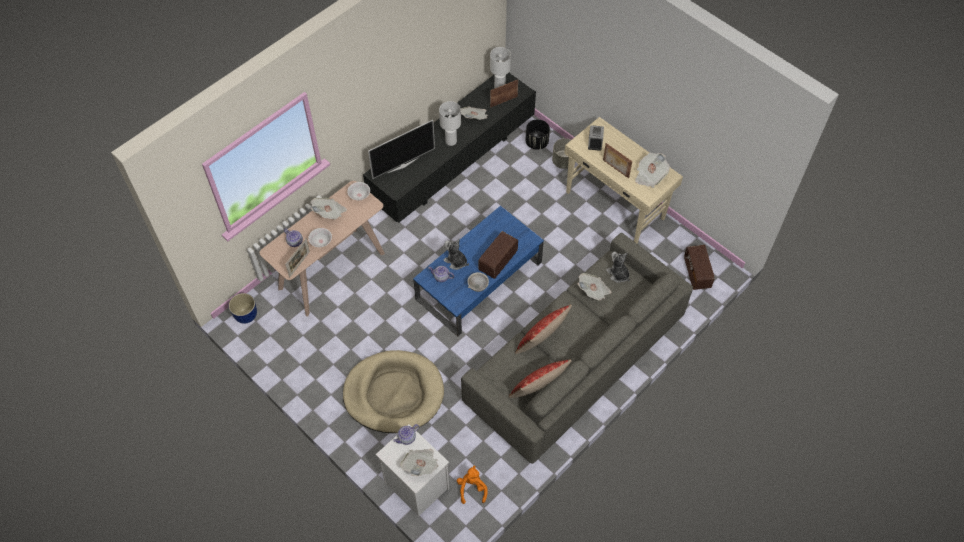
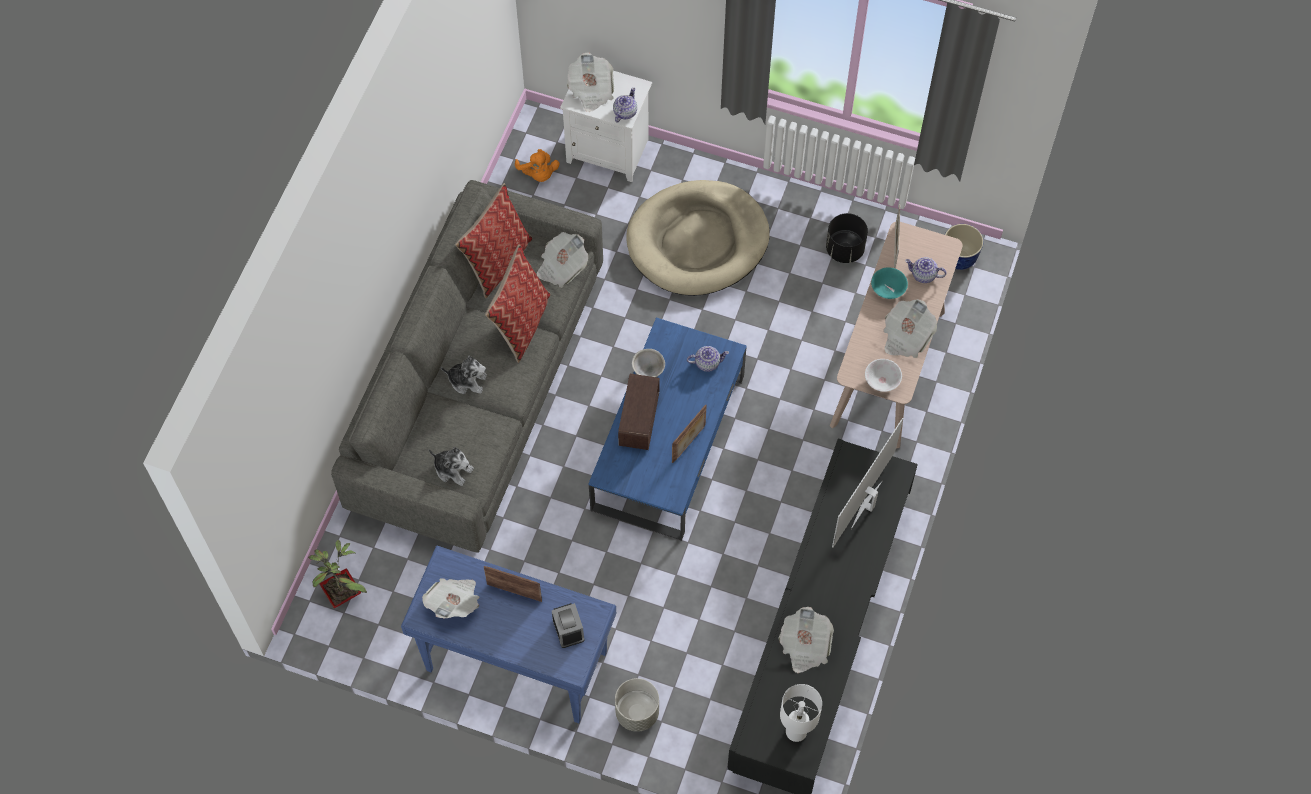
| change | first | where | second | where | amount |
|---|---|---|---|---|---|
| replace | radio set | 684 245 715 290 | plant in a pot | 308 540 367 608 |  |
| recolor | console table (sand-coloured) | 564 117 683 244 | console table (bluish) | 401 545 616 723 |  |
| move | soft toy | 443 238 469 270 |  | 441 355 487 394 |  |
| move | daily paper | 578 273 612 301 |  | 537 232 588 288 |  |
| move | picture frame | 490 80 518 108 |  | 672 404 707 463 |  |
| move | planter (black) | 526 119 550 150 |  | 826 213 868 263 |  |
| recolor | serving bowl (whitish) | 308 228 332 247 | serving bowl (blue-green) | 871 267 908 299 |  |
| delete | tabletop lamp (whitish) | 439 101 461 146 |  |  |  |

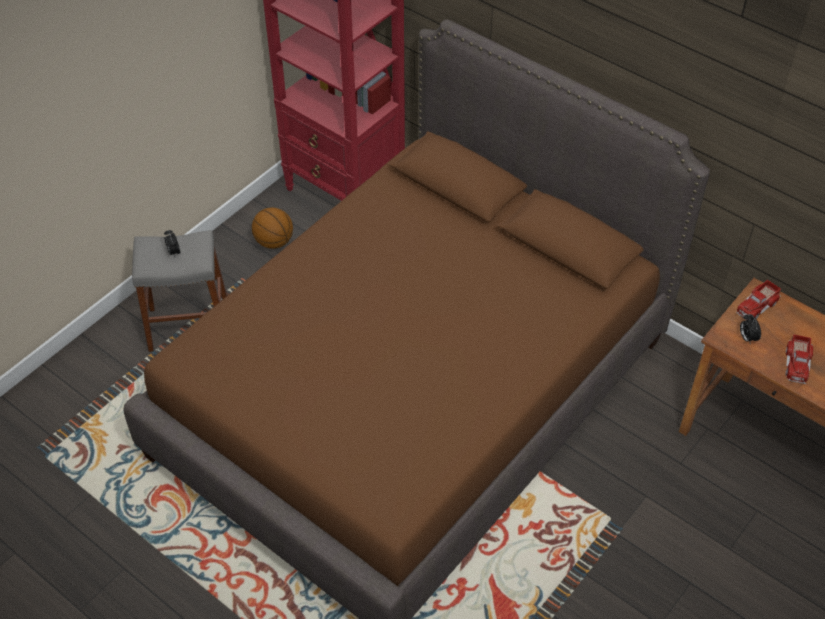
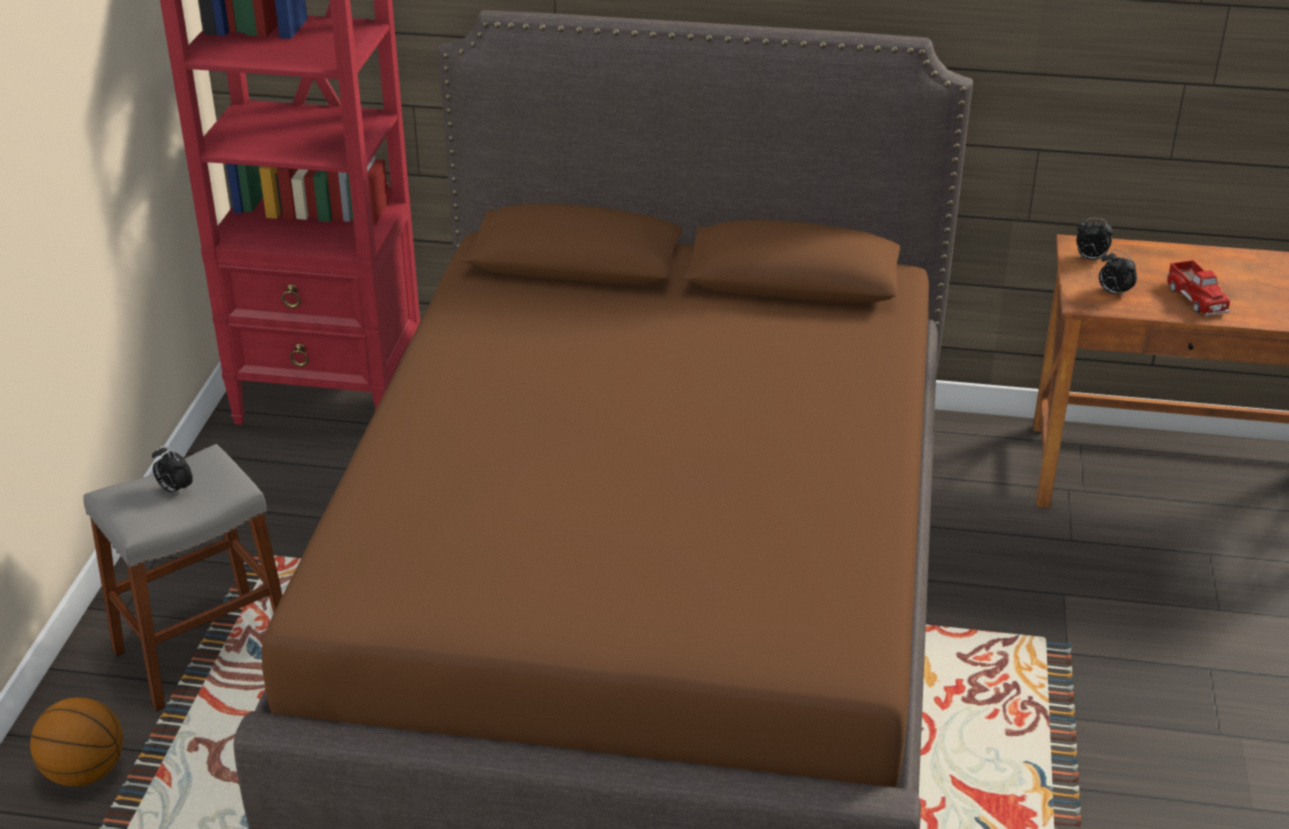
| change | first | where | second | where | amount |
|---|---|---|---|---|---|
| move | basketball ball | 252 207 293 249 |  | 30 697 123 787 |  |
| replace | toy lorry | 736 280 781 320 | alarm clock | 1076 218 1113 260 |  |

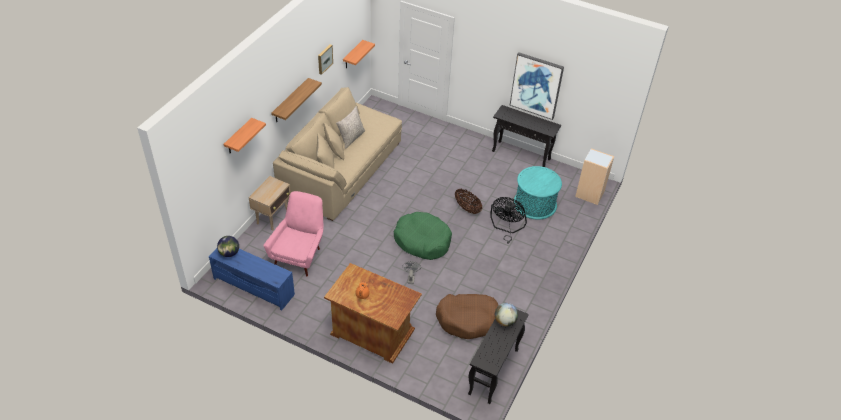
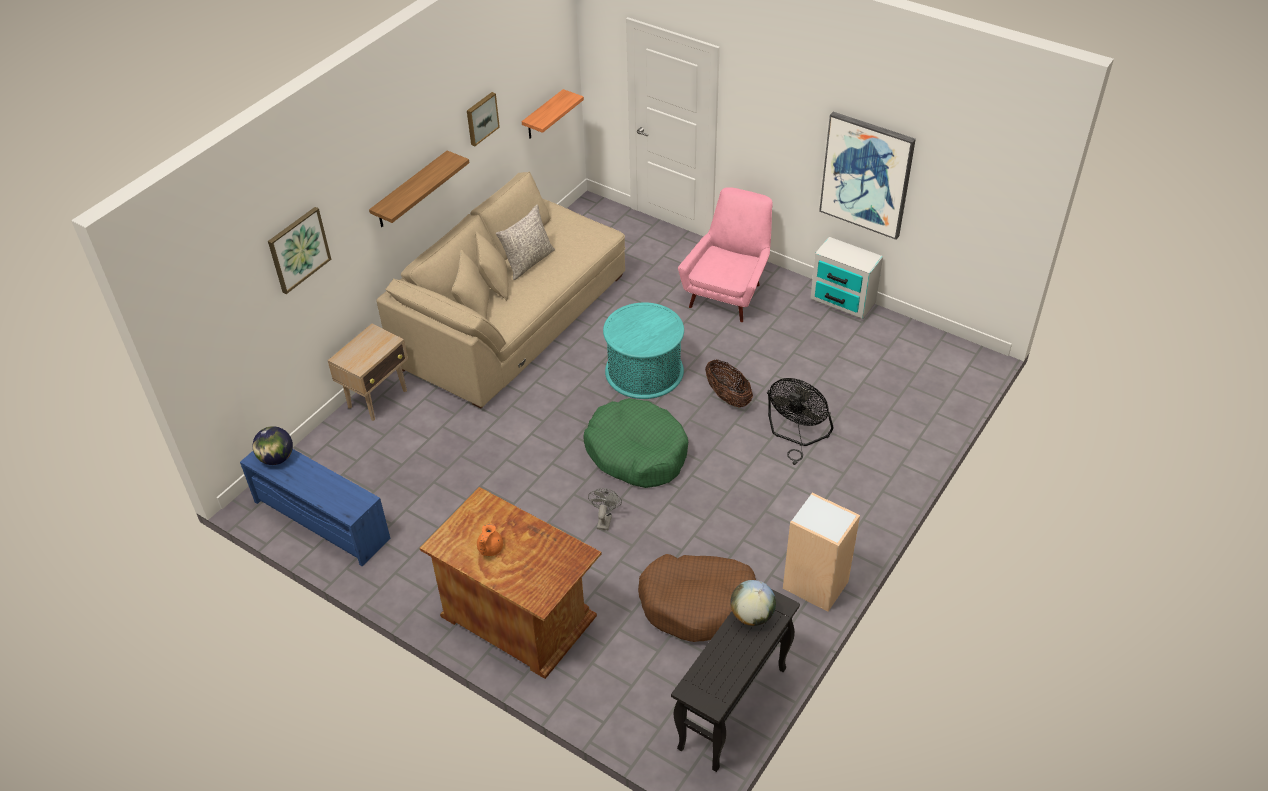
| change | first | where | second | where | amount |
|---|---|---|---|---|---|
| replace | wall shelf | 224 118 266 153 | wall art | 268 207 331 294 |  |
| move | lounge table (blue-green) | 514 166 562 220 |  | 603 302 684 399 |  |
| move | armchair (pinkish) | 263 191 323 276 |  | 678 187 773 322 |  |
| move | shelving unit | 575 148 614 205 |  | 783 493 860 612 |  |
| replace | console table (black) | 492 105 561 167 | night table (whitish) | 810 237 883 319 |  |

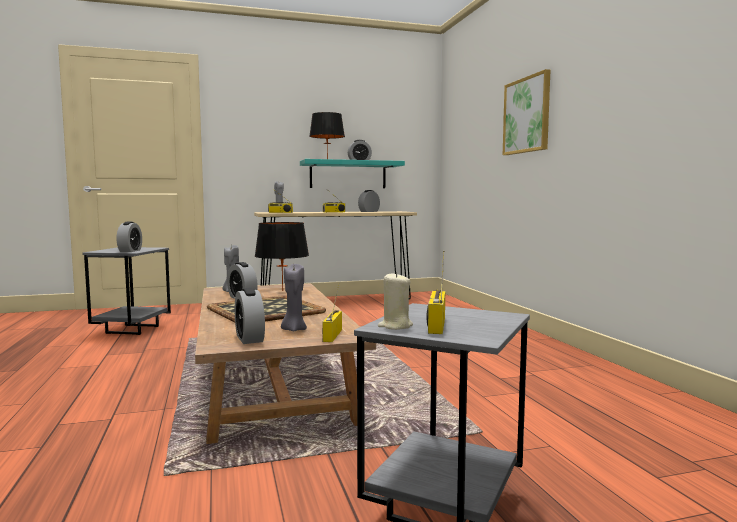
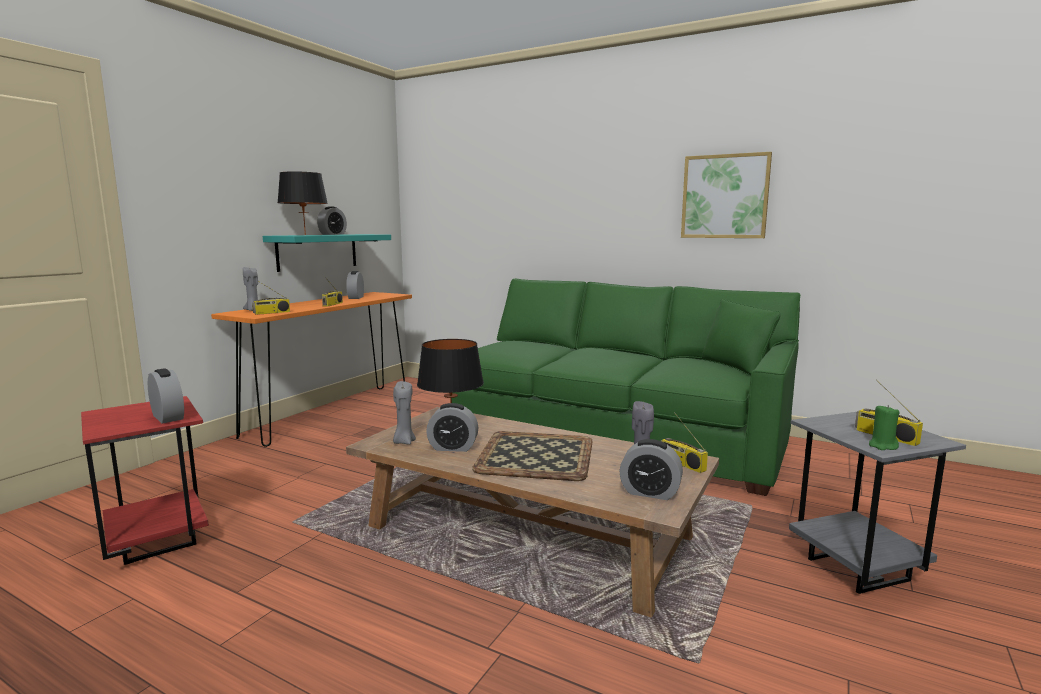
| change | first | where | second | where | amount |
|---|---|---|---|---|---|
| recolor | end table (gray) | 82 247 171 335 | end table (red) | 81 396 209 565 |  |
| recolor | console table (sand-coloured) | 254 211 417 299 | console table (orange-coloured) | 211 292 412 447 |  |
| insert |  |  | sofa (green-coloured) | 452 279 800 496 |  |
| move | wall art | 503 69 550 155 |  | 681 152 772 238 |  |
| recolor | wax light (sand-coloured) | 378 272 413 330 | wax light (green-coloured) | 869 405 900 450 |  |

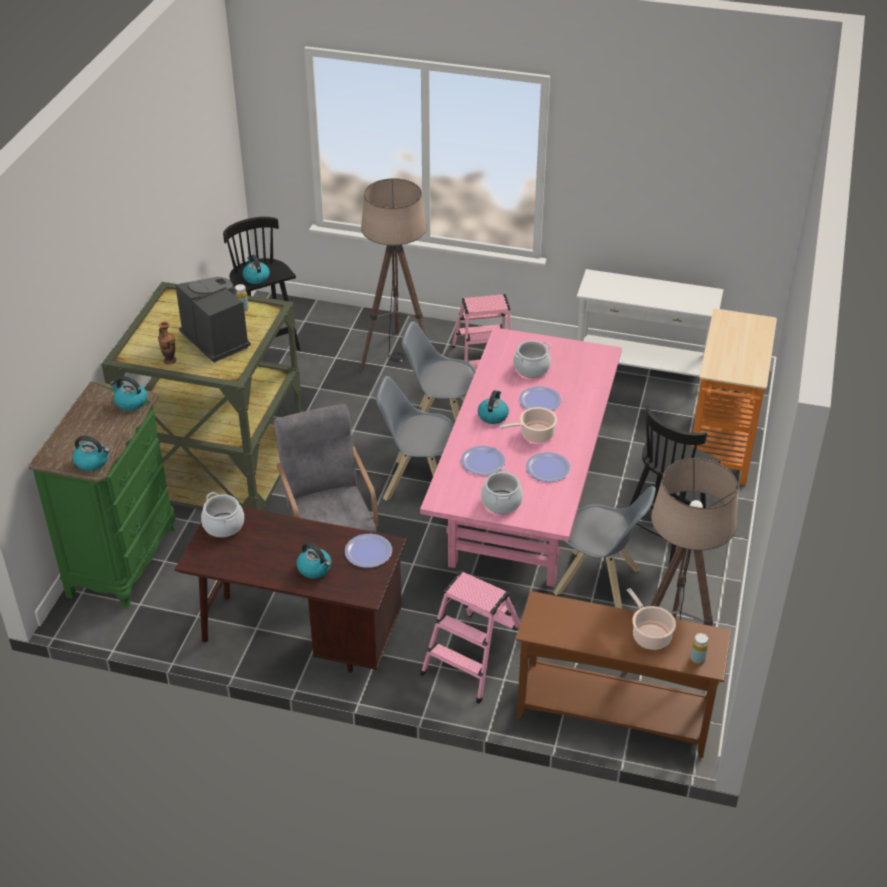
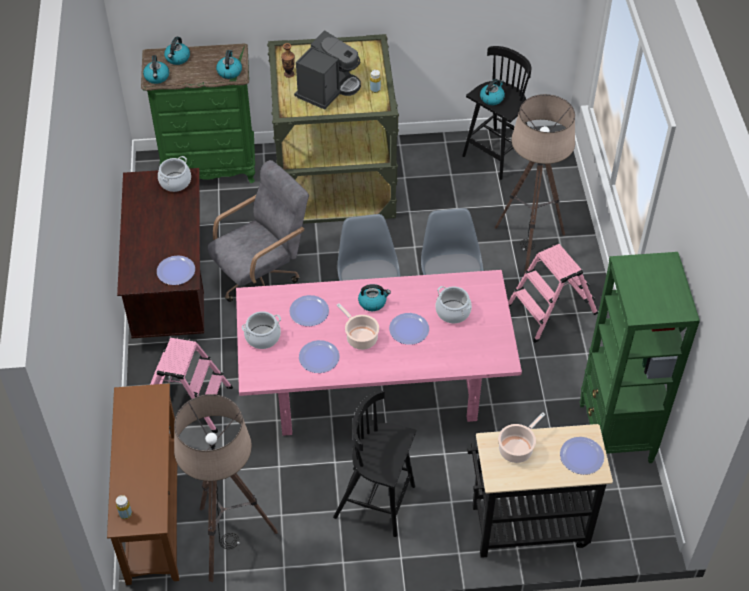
| change | first | where | second | where | amount |
|---|---|---|---|---|---|
| move | tea kettle | 296 542 332 579 |  | 164 37 190 65 |  |
| recolor | cart (orange-coloured) | 691 308 777 485 | cart (black) | 467 424 613 558 |  |
| move | stockpot | 627 588 676 650 |  | 498 412 545 463 |  |
| insert |  |  | flat dish | 560 437 604 475 |  |
| replace | console table (whitish) | 576 269 724 390 | shelving unit (green-coloured) | 579 252 700 463 |  |
| delete | plain chair (gray) | 553 486 656 609 |  |  |  |

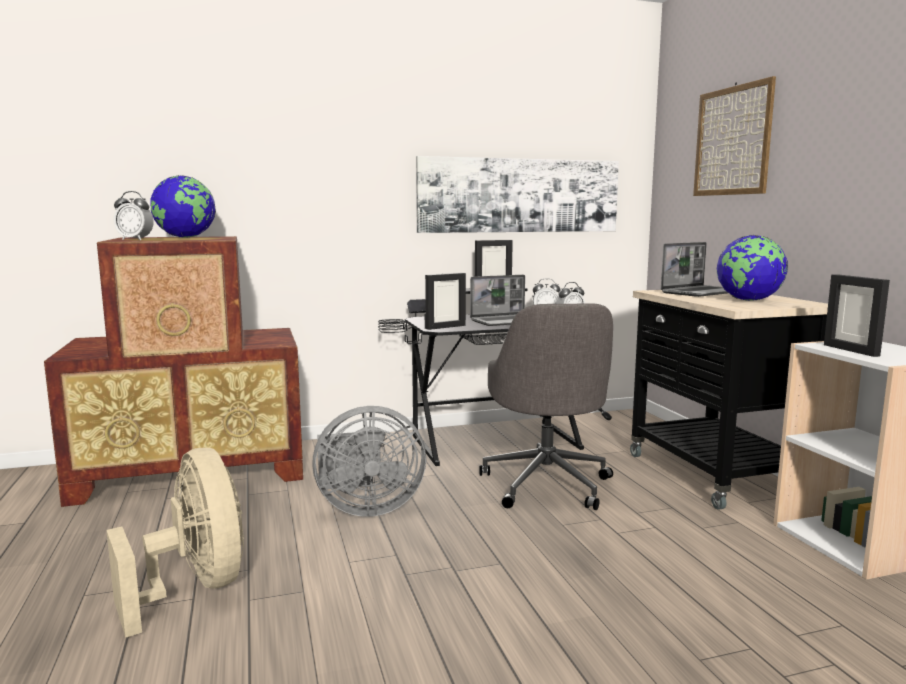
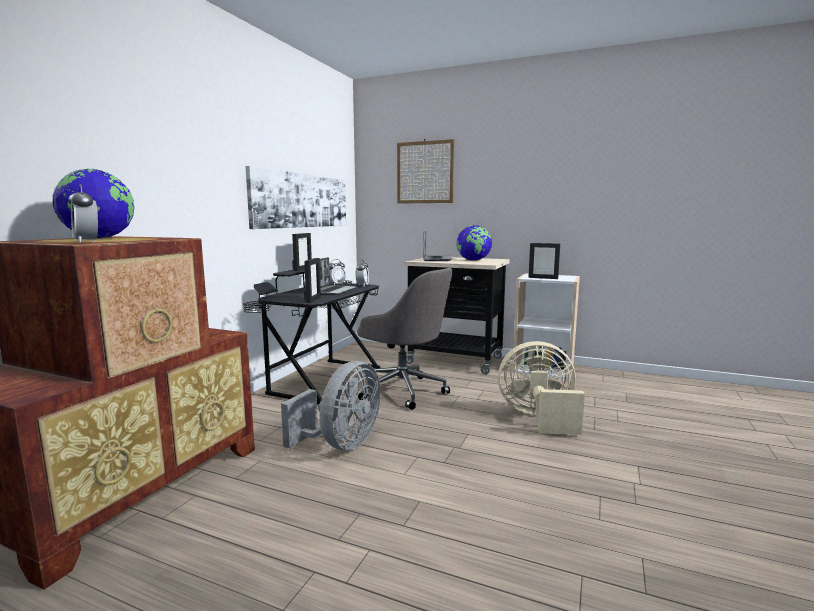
| change | first | where | second | where | amount |
|---|---|---|---|---|---|
| rotate | alarm clock | 114 191 154 240 |  | 69 184 98 243 | 90 degrees clockwise |
| move | fan (sand-coloured) | 106 448 244 638 |  | 498 341 585 435 |  |

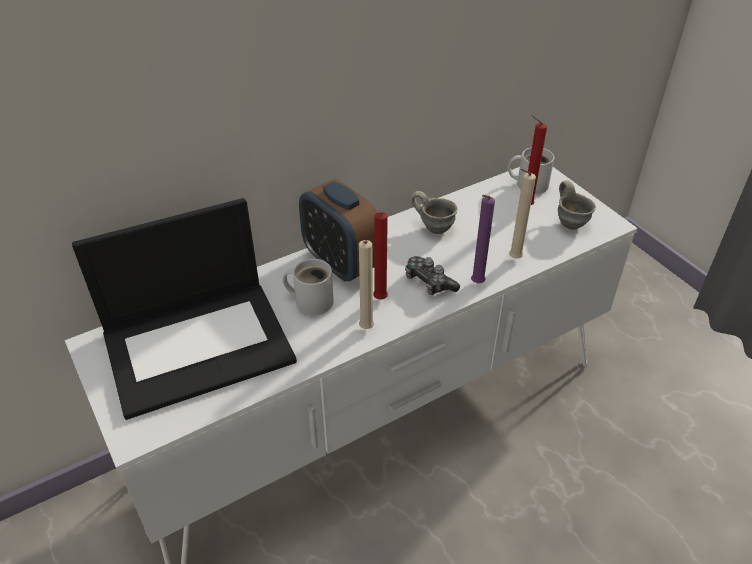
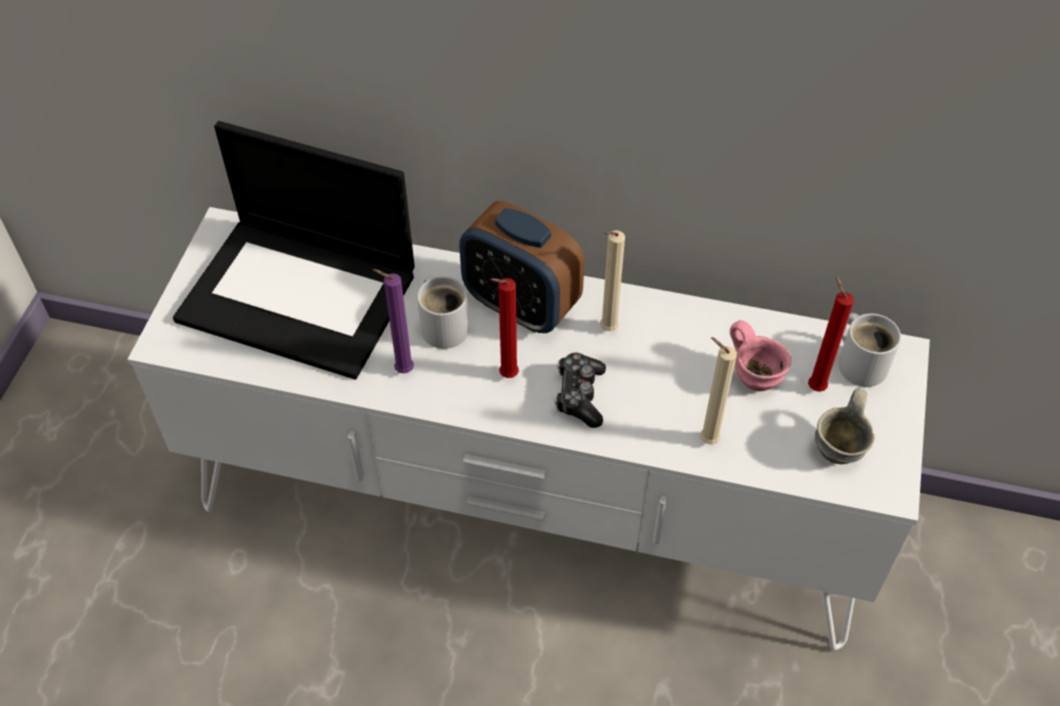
| change | first | where | second | where | amount |
|---|---|---|---|---|---|
| move | wax light (purplish) | 471 195 495 283 |  | 372 269 414 374 |  |
| rotate | alarm clock | 299 179 378 282 |  | 459 201 584 333 | 60 degrees counterclockwise |
| move | wax light (sand-coloured) | 359 240 374 329 |  | 600 230 625 331 |  |
| insert |  |  | tea mug (pinkish) | 730 320 791 391 |  |
| delete | tea mug (gray) | 411 191 458 234 |  |  |  |

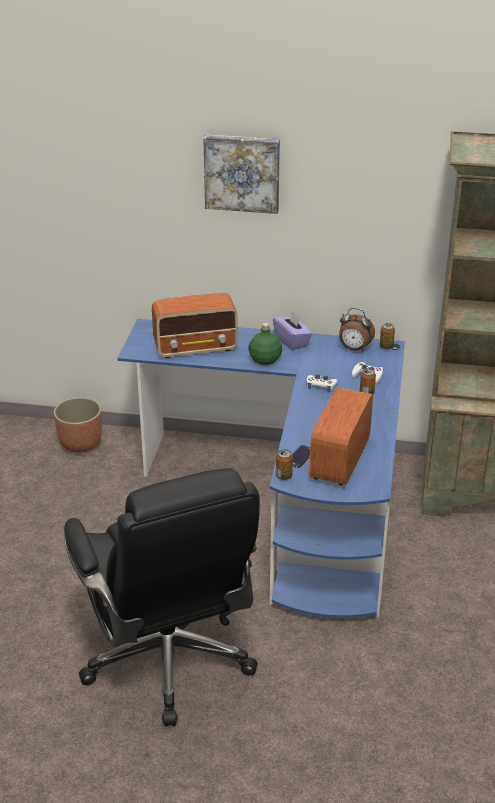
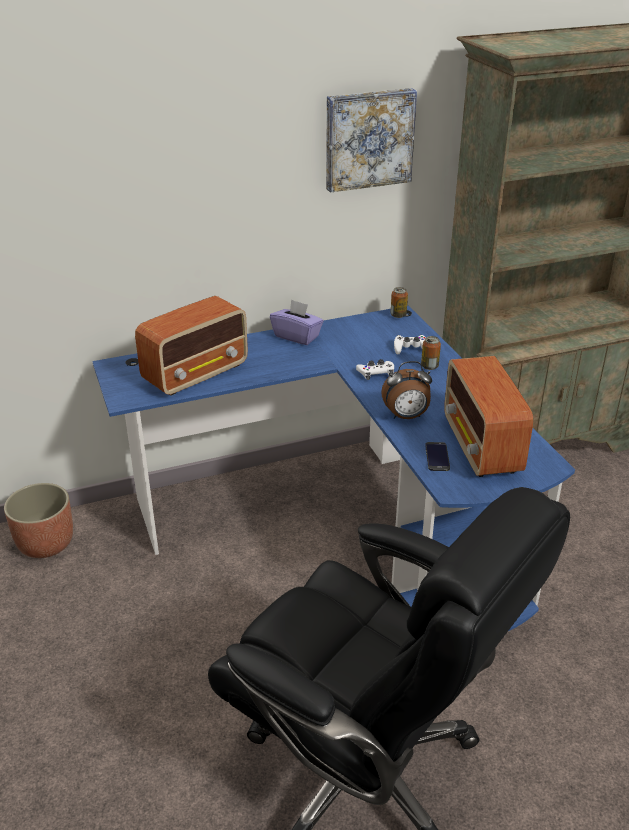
| change | first | where | second | where | amount |
|---|---|---|---|---|---|
| move | wall art | 203 134 280 214 |  | 326 88 417 193 |  |
| move | alarm clock | 339 308 375 352 |  | 381 361 432 419 |  |
| delete | beverage bottle (green-coloured) | 248 323 282 365 |  |  |  |
| delete | can | 276 449 293 480 |  |  |  |

